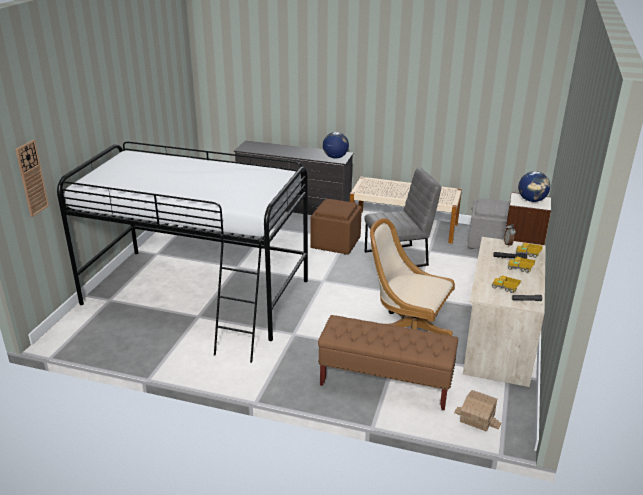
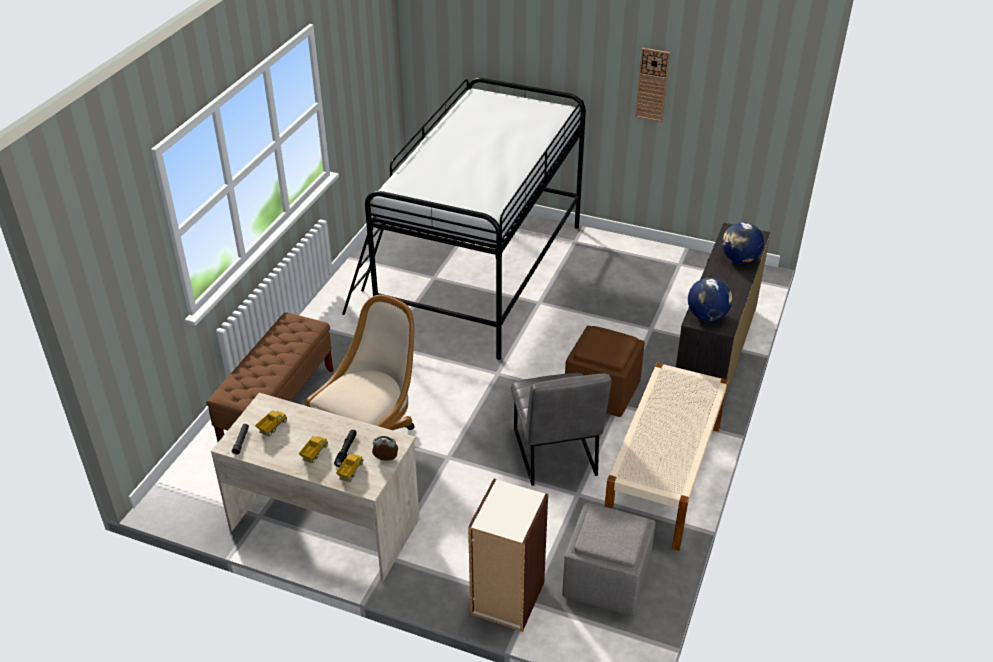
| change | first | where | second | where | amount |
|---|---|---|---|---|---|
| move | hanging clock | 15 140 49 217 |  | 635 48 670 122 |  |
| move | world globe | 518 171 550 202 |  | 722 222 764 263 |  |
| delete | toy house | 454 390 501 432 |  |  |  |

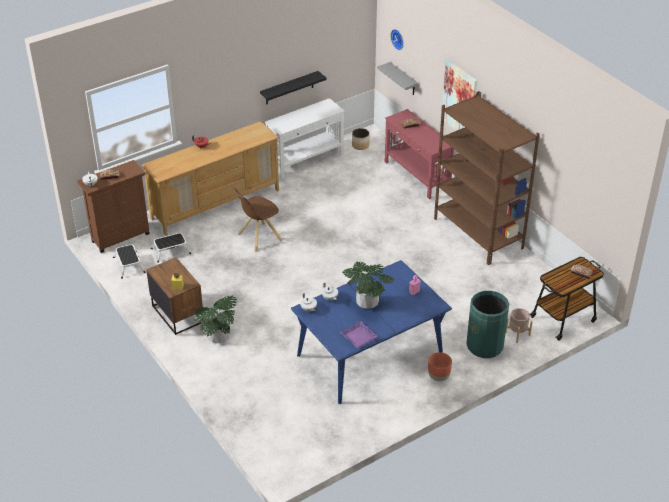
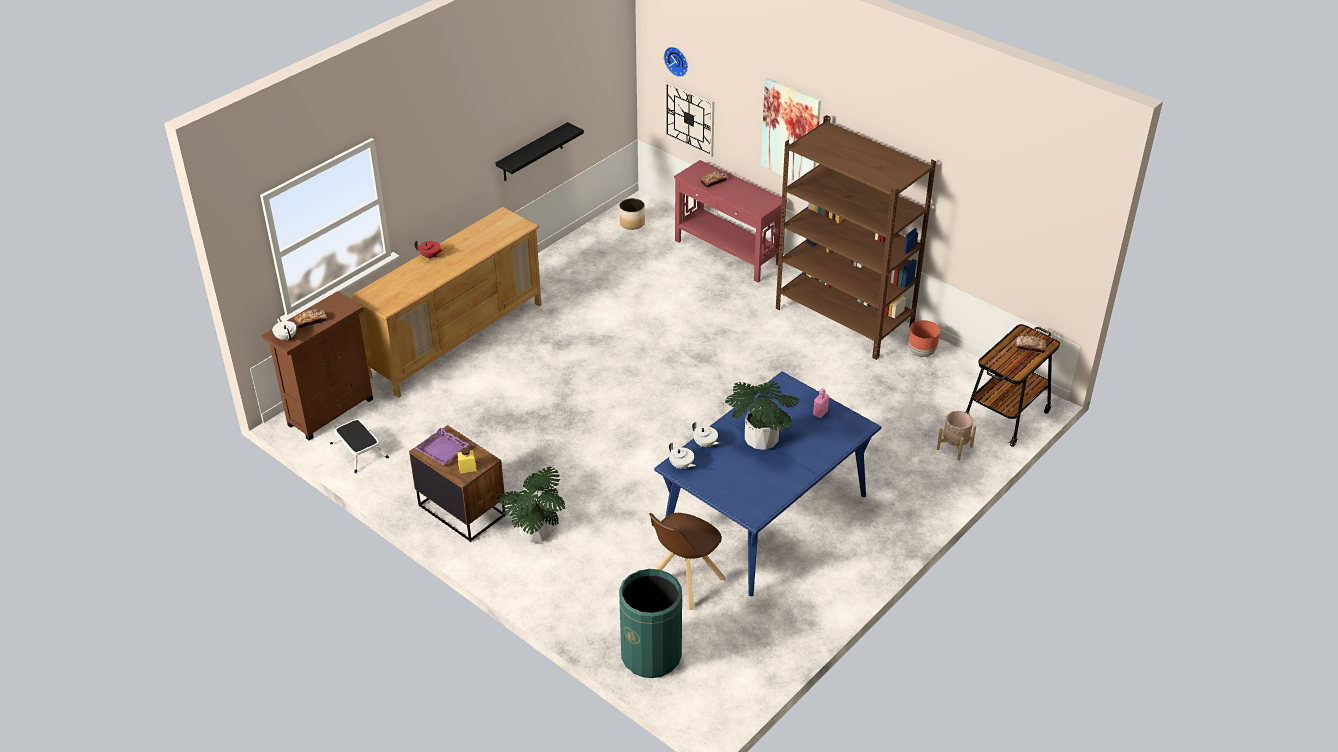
| change | first | where | second | where | amount |
|---|---|---|---|---|---|
| move | tray (purplish) | 340 321 379 348 |  | 415 428 471 465 |  |
| move | waste bin (green-coloured) | 466 291 509 358 |  | 619 569 682 678 |  |
| move | plain chair (brown-coloured) | 234 188 282 252 |  | 649 513 726 610 |  |
| replace | wall shelf (gray) | 377 62 419 95 | hanging clock | 664 81 714 157 |  |
| move | planter (brown-coloured) | 428 352 452 381 |  | 908 320 940 357 |  |
| delete | stepladder (black) | 151 233 192 263 |  |  |  |
| delete | console table (whitish) | 265 98 345 179 |  |  |  |

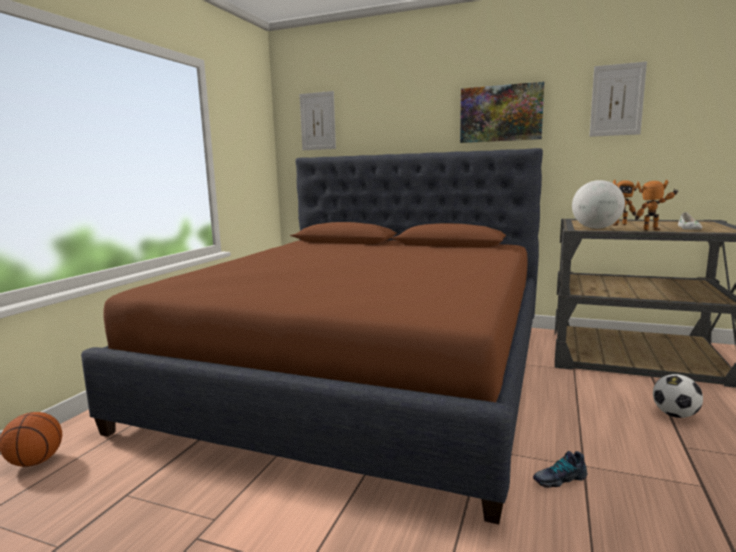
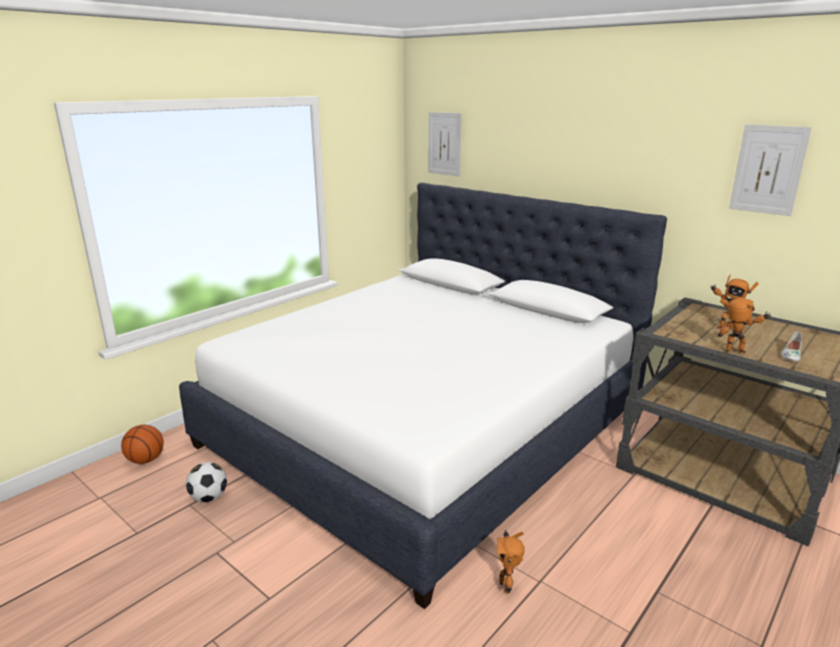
| change | first | where | second | where | amount |
|---|---|---|---|---|---|
| recolor | bed (brown-coloured) | 81 148 543 524 | bed (whitish) | 179 183 667 609 |  |
| move | football ball | 653 374 703 418 |  | 186 462 227 502 |  |
| replace | low shoe | 533 451 587 488 | toy robot | 497 530 524 594 |  |
| delete | wall art | 460 82 544 143 |  |  |  |
| delete | world globe | 572 180 625 229 |  |  |  |

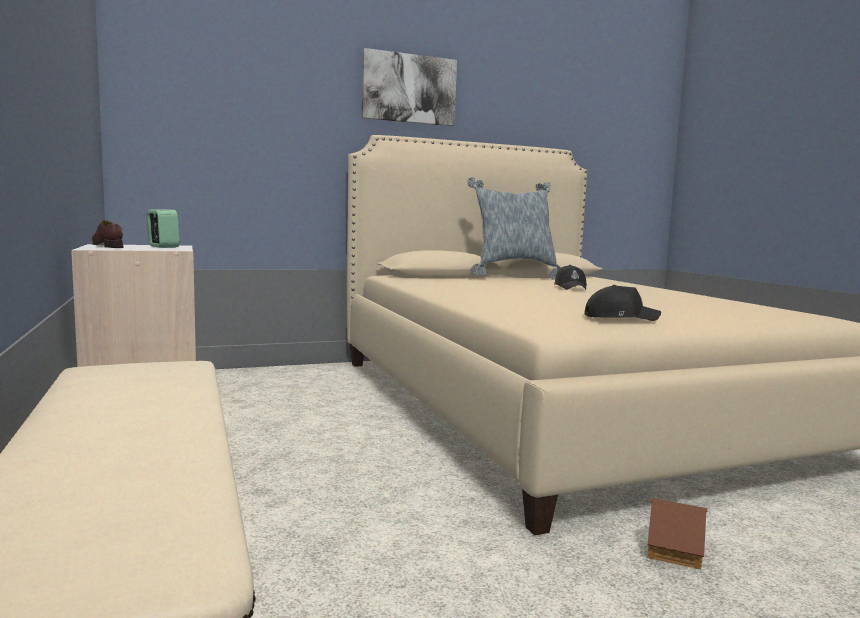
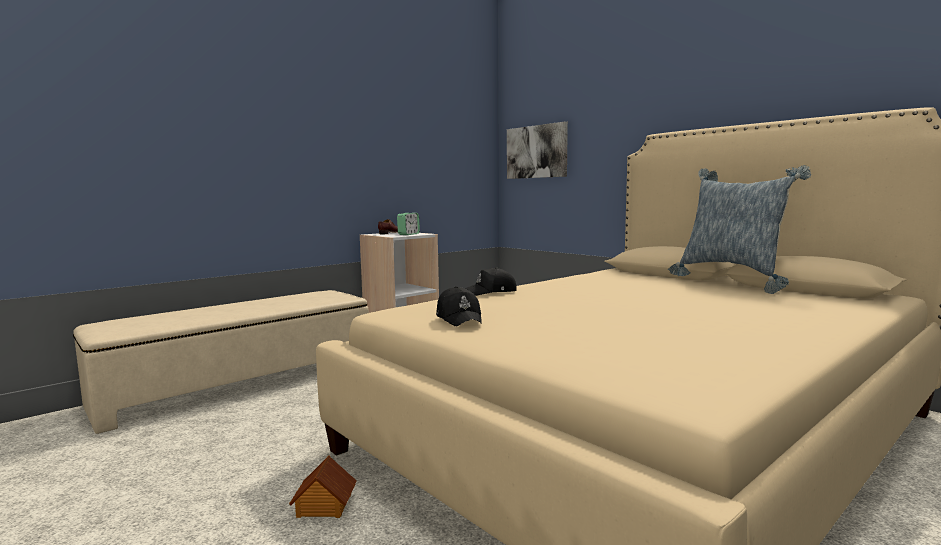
| change | first | where | second | where | amount |
|---|---|---|---|---|---|
| move | cap (black) | 554 265 587 290 |  | 465 267 517 296 |  |
| move | wall art | 362 48 457 126 |  | 507 122 568 179 |  |

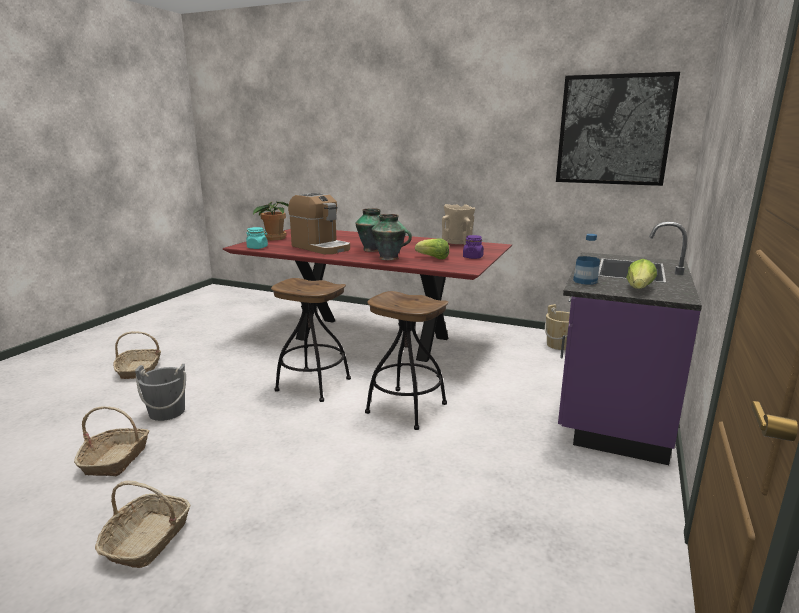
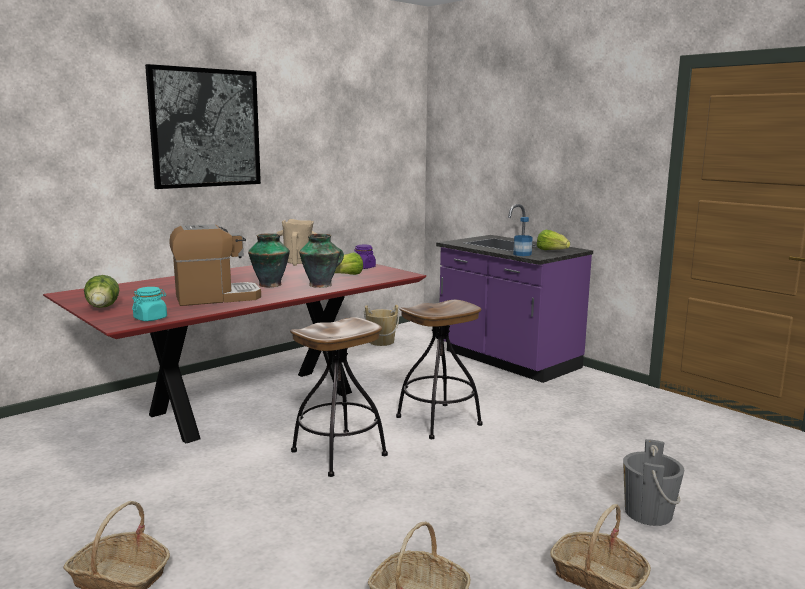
| change | first | where | second | where | amount |
|---|---|---|---|---|---|
| replace | plant in a pot | 253 202 289 241 | lettuce head | 84 275 119 308 |  |
| move | wall art | 556 72 680 186 |  | 145 64 261 189 |  |
| move | water bucket (gray) | 135 364 186 421 |  | 623 439 684 526 |  |

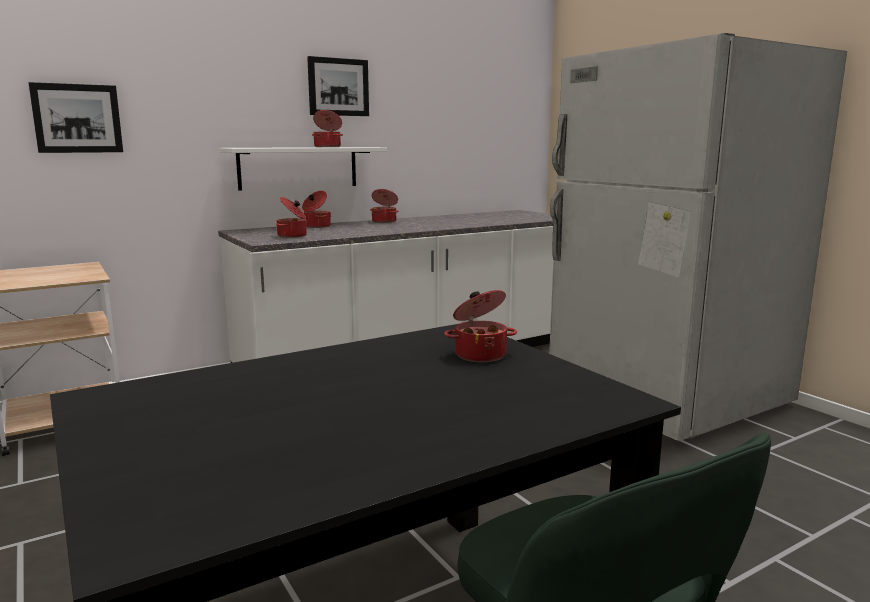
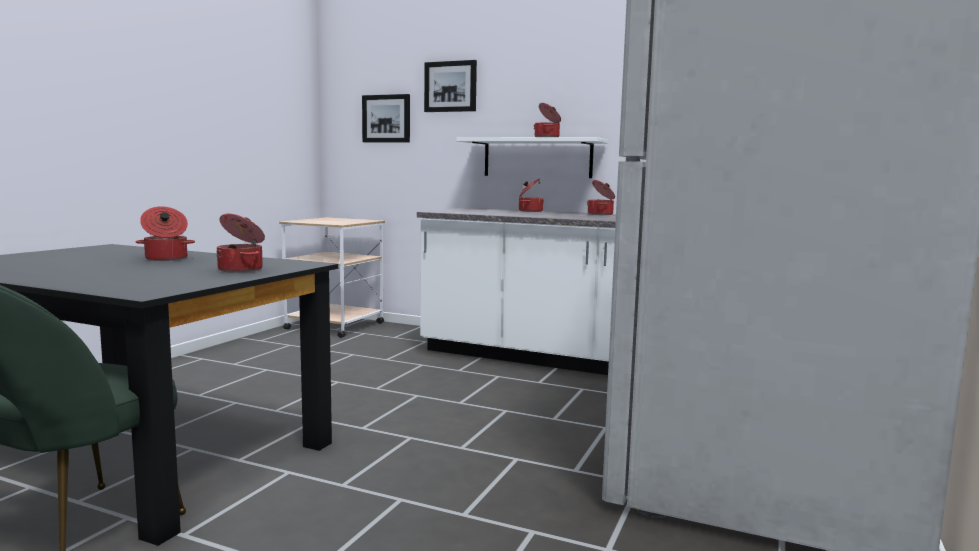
| change | first | where | second | where | amount |
|---|---|---|---|---|---|
| move | stockpot | 276 197 307 238 |  | 136 206 195 261 |  |
| move | wall art | 307 56 369 116 |  | 424 60 477 112 |  |

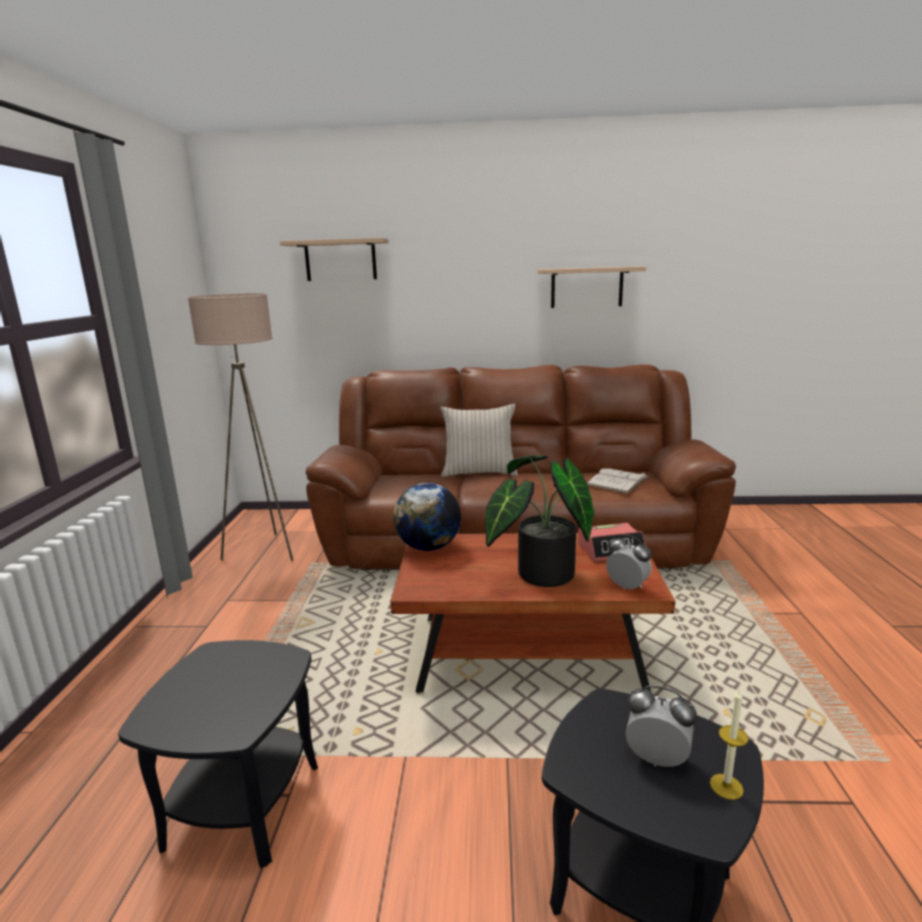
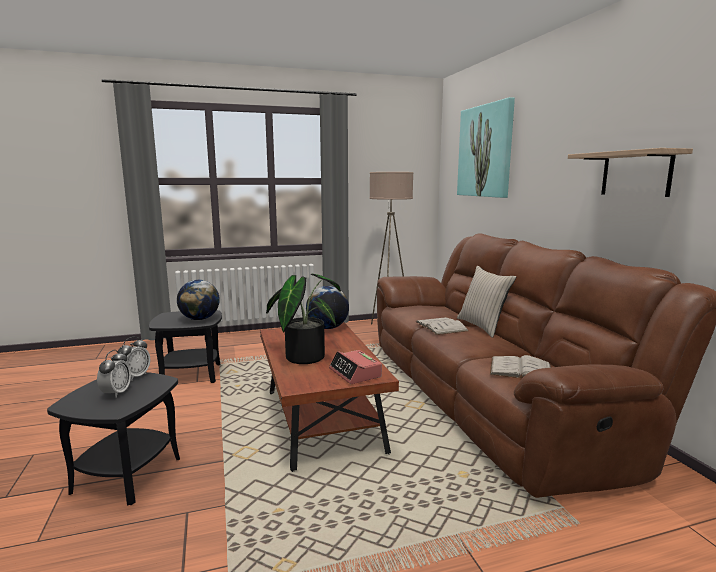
| change | first | where | second | where | amount |
|---|---|---|---|---|---|
| move | alarm clock | 606 534 652 589 |  | 117 336 150 381 |  |
| insert |  |  | world globe | 177 280 220 320 |  |
| insert |  |  | volume (whitish) | 416 317 468 335 |  |
| replace | wall shelf | 280 238 389 281 | wall art | 457 97 515 198 |  |
| delete | wax light | 710 690 748 800 |  |  |  |

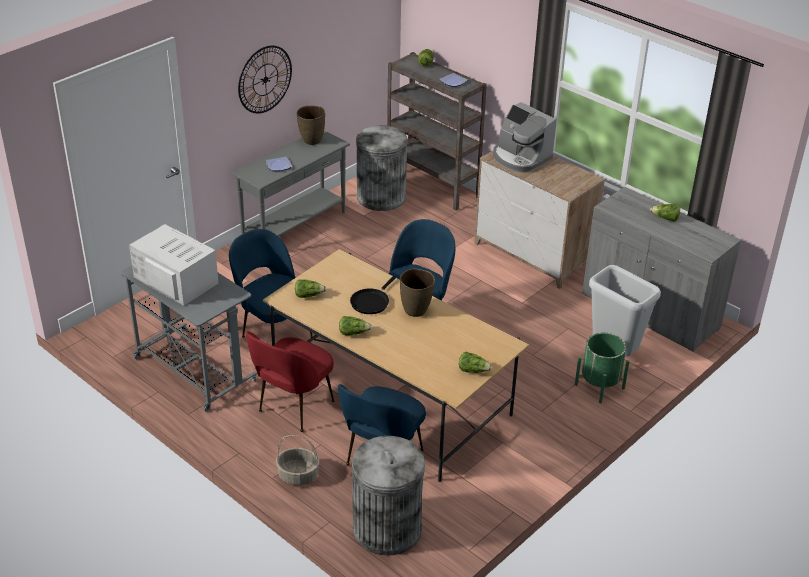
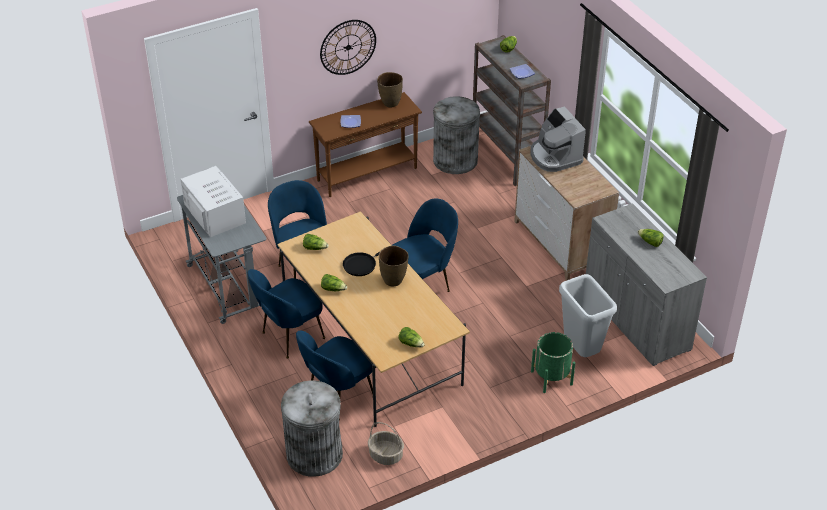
| change | first | where | second | where | amount |
|---|---|---|---|---|---|
| recolor | plain chair (red) | 246 331 335 432 | plain chair (bluish) | 248 269 325 359 |  |
| recolor | console table (gray) | 231 130 350 236 | console table (brown-coloured) | 309 92 422 197 |  |
| move | household basket | 276 435 320 486 |  | 368 422 404 465 |  |

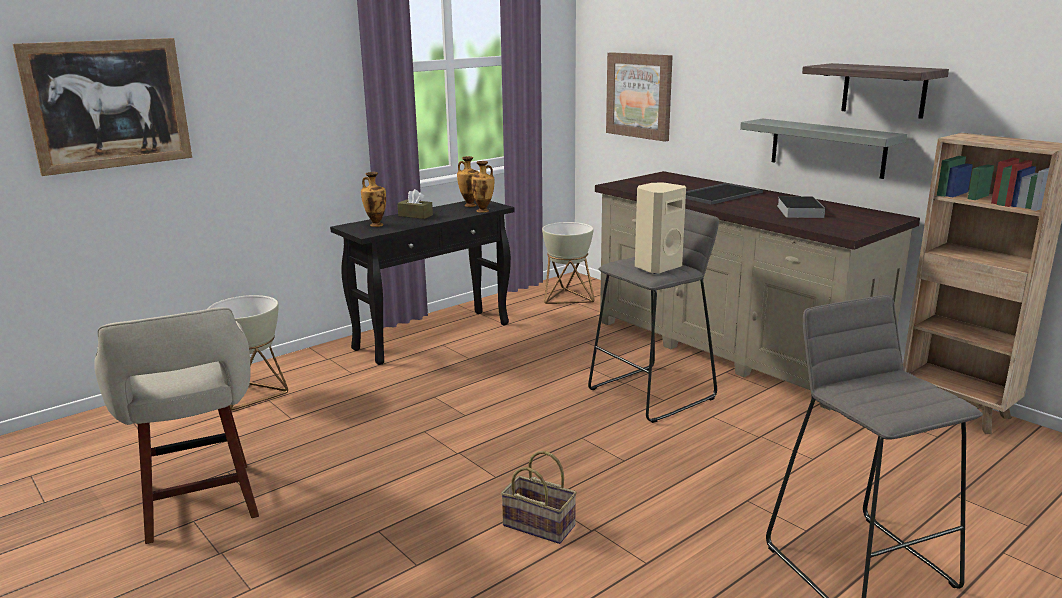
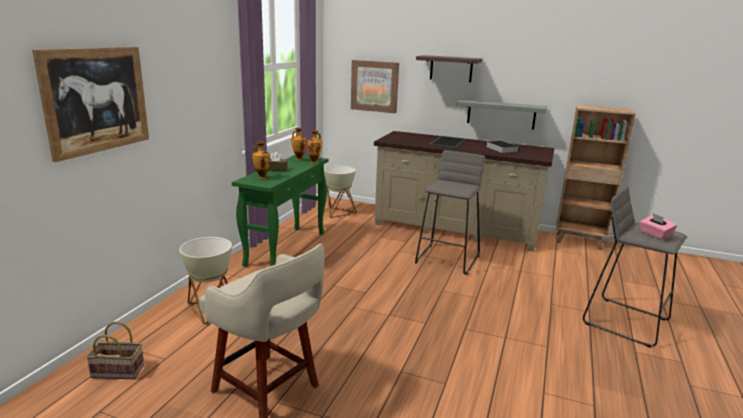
| change | first | where | second | where | amount |
|---|---|---|---|---|---|
| move | household basket | 501 451 577 544 |  | 86 321 144 379 |  |
| recolor | console table (black) | 330 201 515 365 | console table (green-coloured) | 232 155 329 267 |  |
| move | wall shelf | 802 63 949 119 |  | 416 55 482 82 |  |
| insert |  |  | tissue box (pinkish) | 640 213 677 240 |  |
| delete | loudspeaker (sand-coloured) | 635 182 686 274 |  |  |  |

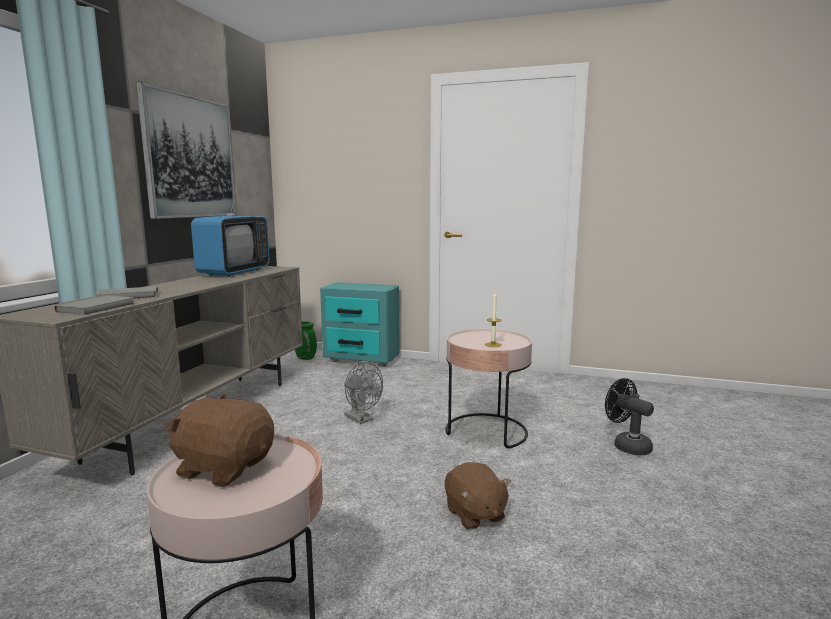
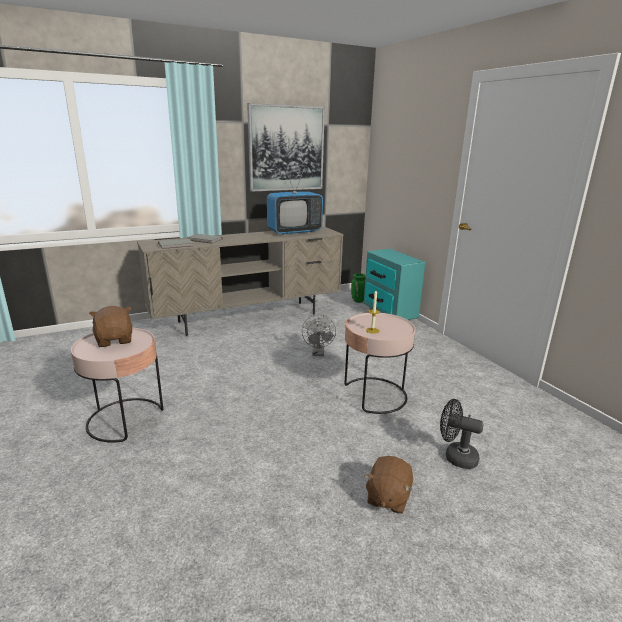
| change | first | where | second | where | amount |
|---|---|---|---|---|---|
| move | soft toy (brown-coloured) | 445 462 511 530 |  | 365 456 413 514 |  |
| rotate | fan (black) | 605 378 654 455 |  | 440 399 484 469 | 75 degrees counterclockwise |

